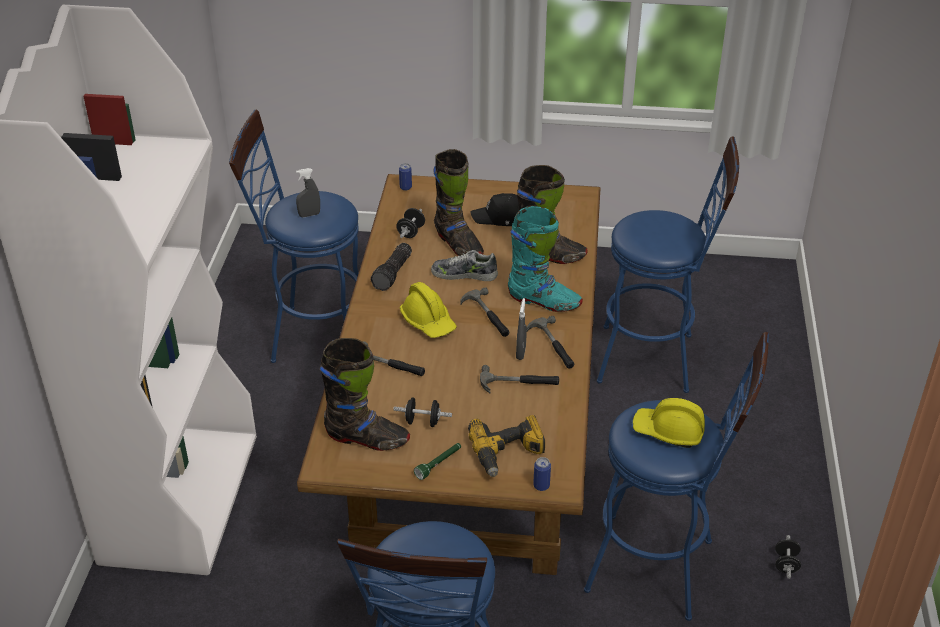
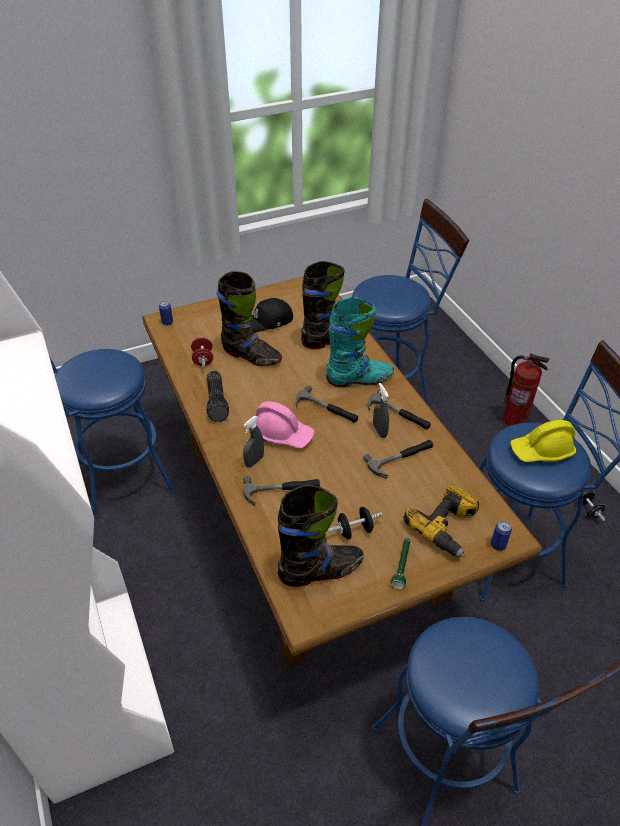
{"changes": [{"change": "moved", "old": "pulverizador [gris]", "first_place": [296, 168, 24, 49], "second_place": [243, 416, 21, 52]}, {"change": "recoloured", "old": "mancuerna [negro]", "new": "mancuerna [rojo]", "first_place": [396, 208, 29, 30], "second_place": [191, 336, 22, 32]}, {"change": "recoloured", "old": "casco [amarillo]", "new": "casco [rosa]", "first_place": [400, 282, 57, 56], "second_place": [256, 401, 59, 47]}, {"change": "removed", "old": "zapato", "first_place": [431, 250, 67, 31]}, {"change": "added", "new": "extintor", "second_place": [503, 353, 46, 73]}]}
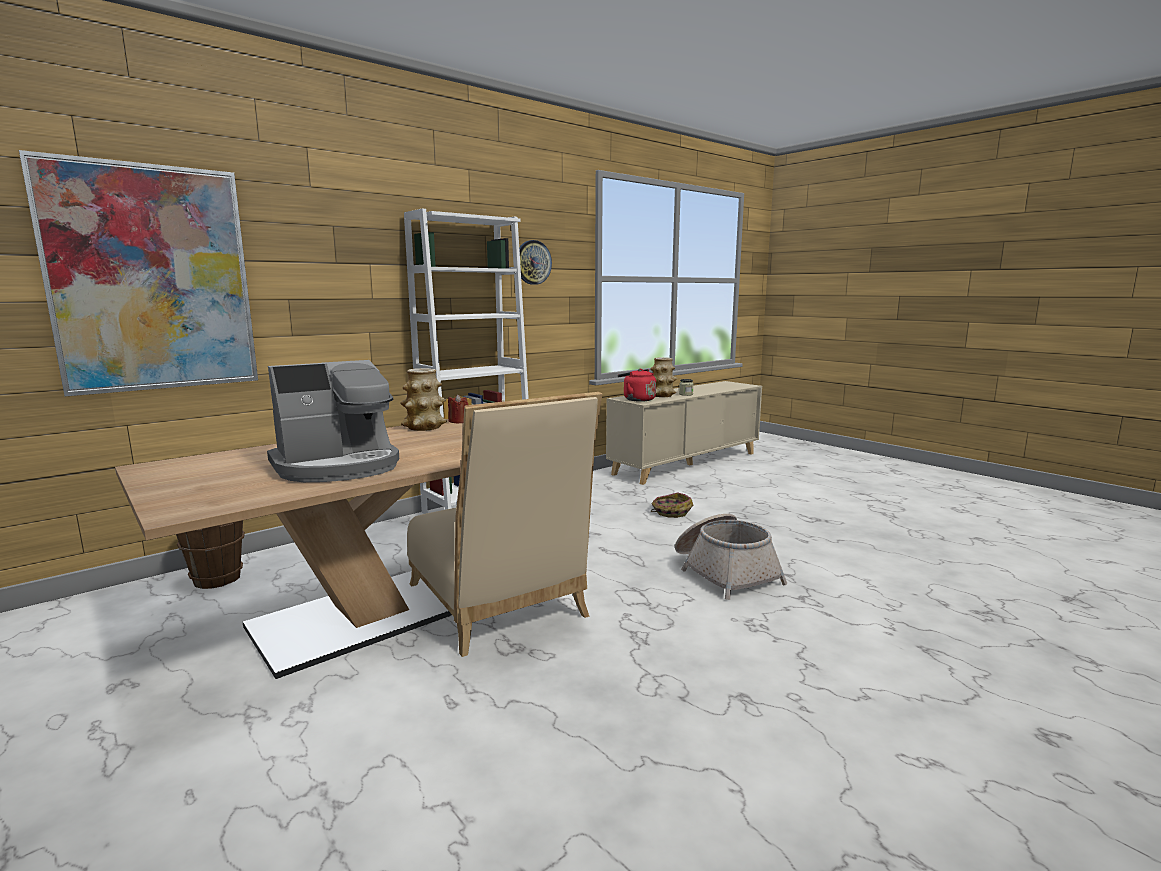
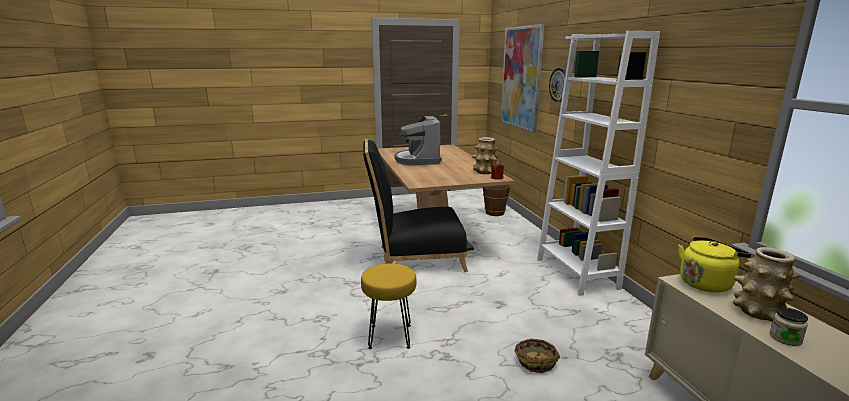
{"changes": [{"change": "recoloured", "old": "silla [beis]", "new": "silla [negro]", "first_place": [407, 392, 195, 265], "second_place": [363, 139, 105, 133]}, {"change": "moved", "old": "reloj de pared", "first_place": [519, 240, 33, 45], "second_place": [549, 68, 17, 34]}, {"change": "recoloured", "old": "hervidor [rojo]", "new": "hervidor [amarillo]", "first_place": [618, 369, 38, 33], "second_place": [678, 237, 73, 56]}, {"change": "replaced", "old": "cesta", "new": "taburete [amarillo]", "first_place": [675, 514, 112, 86], "second_place": [361, 263, 55, 86]}]}
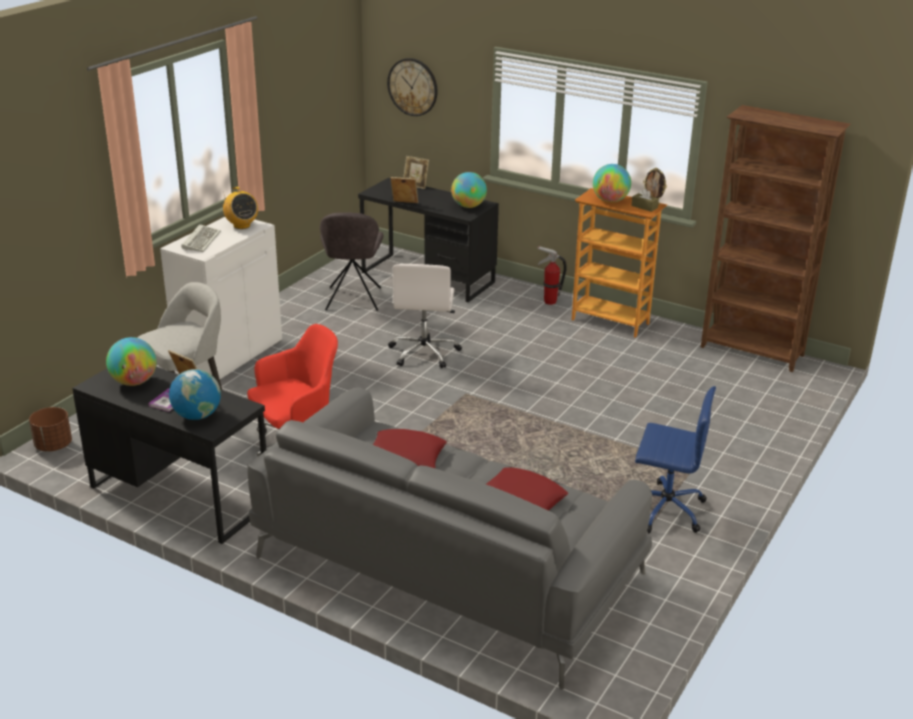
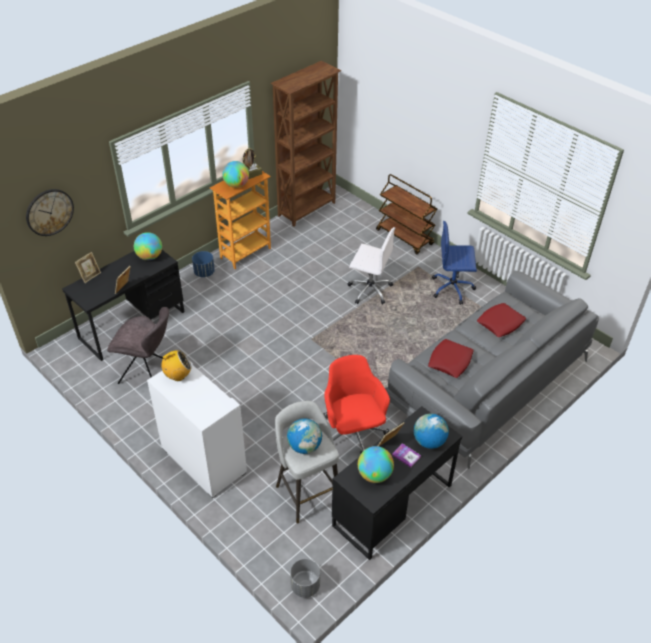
{"changes": [{"change": "recoloured", "old": "maceta [marrón]", "new": "maceta [gris]", "first_place": [29, 407, 43, 45], "second_place": [290, 559, 30, 39]}, {"change": "removed", "old": "teclado", "first_place": [181, 224, 40, 28]}, {"change": "moved", "old": "silla de oficina [blanco]", "first_place": [388, 264, 74, 104], "second_place": [348, 227, 47, 77]}, {"change": "replaced", "old": "extintor", "new": "maceta [azul]", "first_place": [538, 246, 29, 59], "second_place": [192, 251, 23, 26]}, {"change": "turned", "old": "silla de oficina [azul]", "first_place": [635, 386, 81, 147], "second_place": [432, 221, 45, 84], "degrees": -120}, {"change": "added", "new": "globo terráqueo", "second_place": [287, 418, 35, 36]}, {"change": "added", "new": "carrito [marrón]", "second_place": [376, 174, 61, 81]}]}
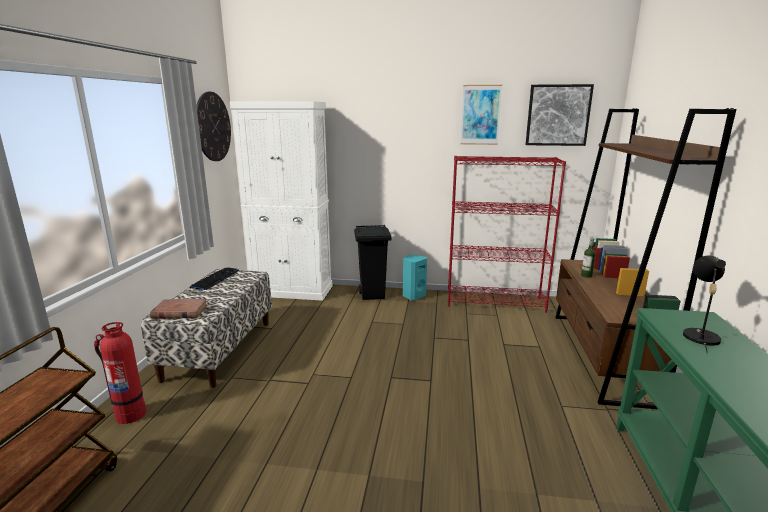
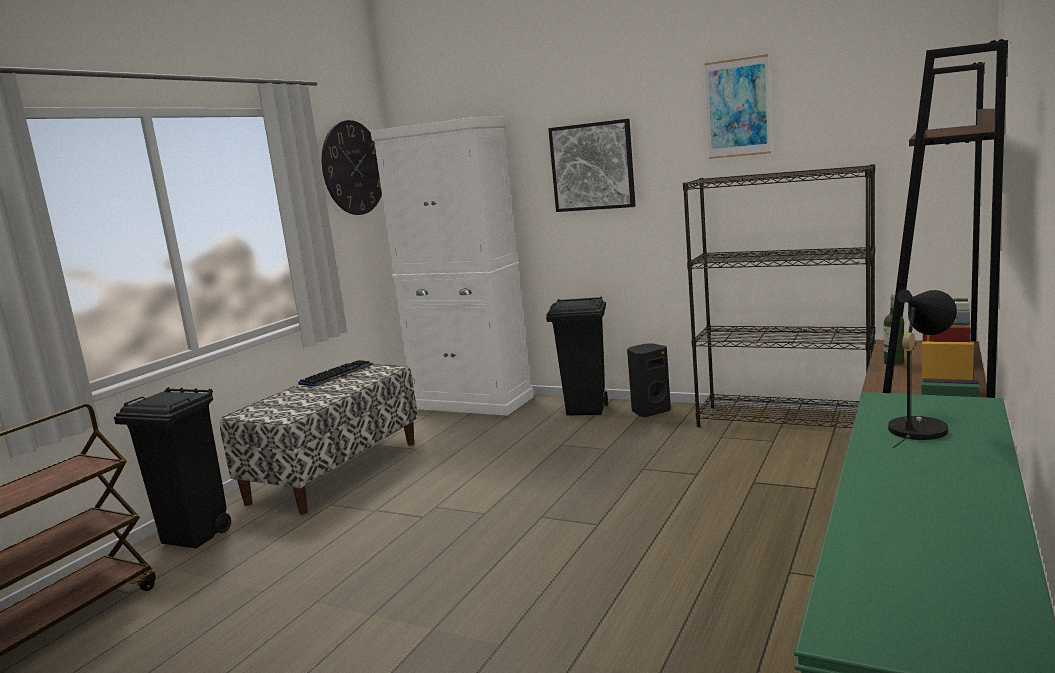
{"changes": [{"change": "replaced", "old": "extintor", "new": "papelera [negro]", "first_place": [94, 322, 52, 102], "second_place": [114, 387, 117, 162]}, {"change": "removed", "old": "libro [marrón]", "first_place": [150, 299, 58, 20]}, {"change": "recoloured", "old": "altavoz [turquesa]", "new": "altavoz [negro]", "first_place": [403, 255, 24, 45], "second_place": [627, 343, 44, 74]}, {"change": "recoloured", "old": "estantería [rojo]", "new": "estantería [negro]", "first_place": [448, 156, 118, 157], "second_place": [683, 164, 192, 264]}, {"change": "moved", "old": "cuadro", "first_place": [525, 84, 69, 62], "second_place": [548, 119, 88, 93]}]}
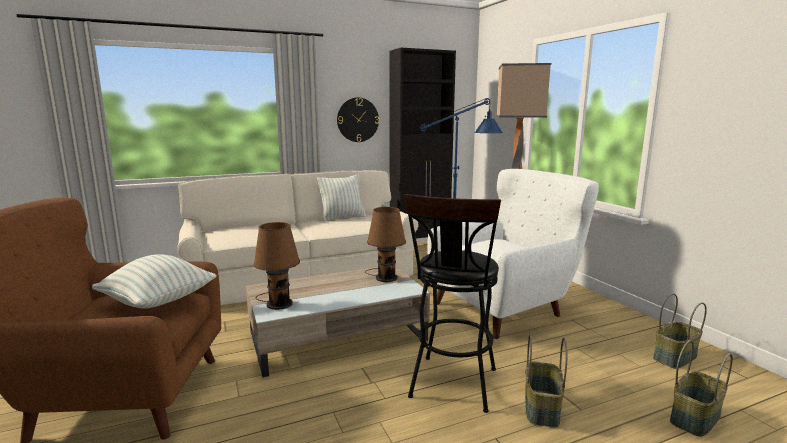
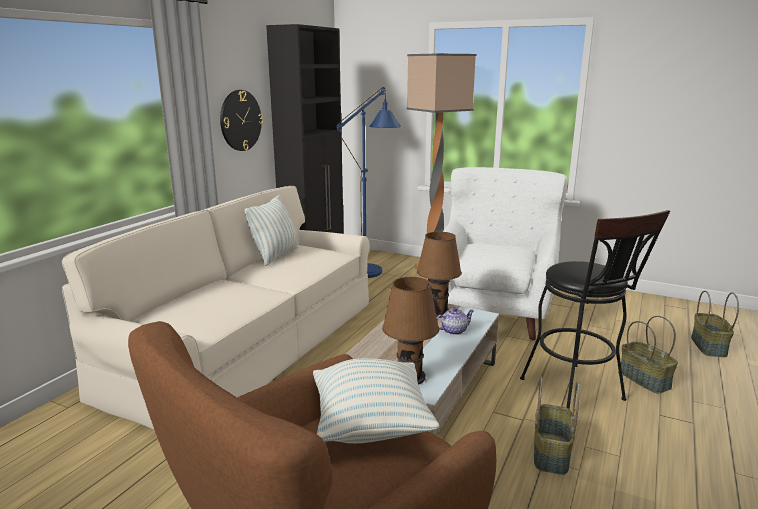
{"changes": [{"change": "moved", "old": "cesta", "first_place": [653, 293, 54, 76], "second_place": [534, 377, 46, 98]}, {"change": "added", "new": "tetera", "second_place": [437, 307, 38, 28]}]}
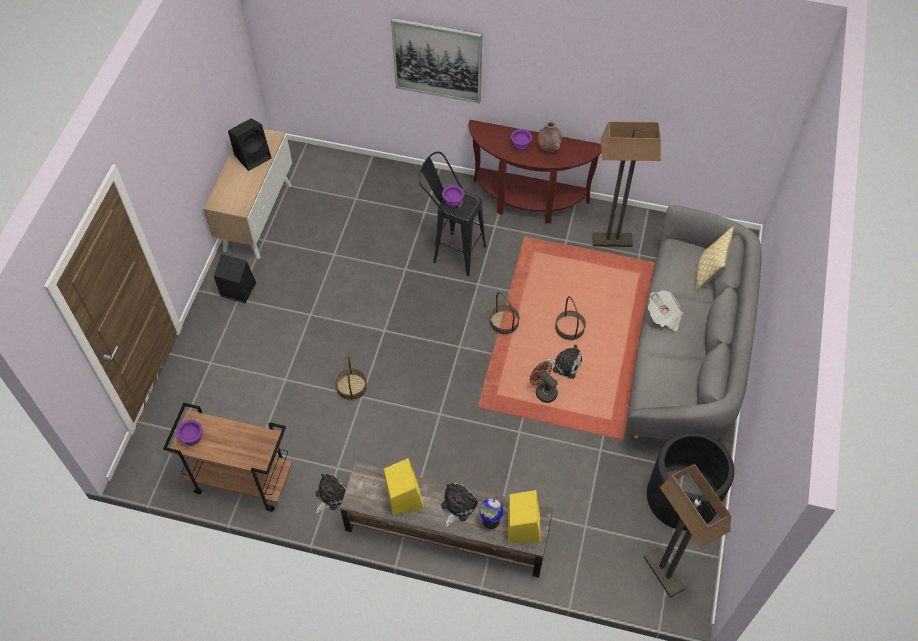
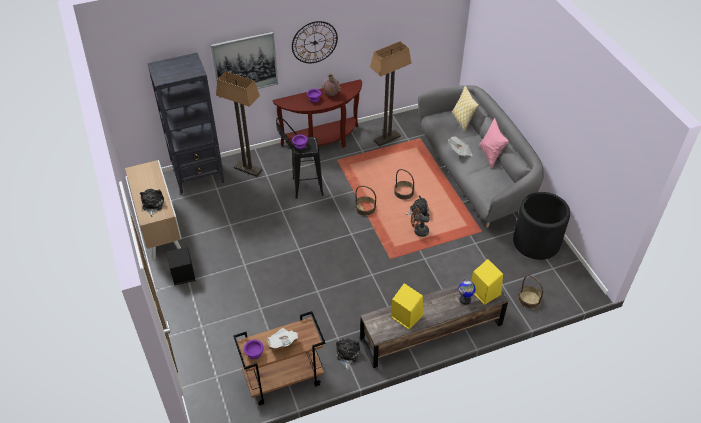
{"changes": [{"change": "removed", "old": "altavoz [negro]", "first_place": [228, 118, 43, 53]}, {"change": "moved", "old": "cesta", "first_place": [335, 355, 32, 46], "second_place": [518, 275, 25, 34]}, {"change": "moved", "old": "peluche", "first_place": [441, 483, 37, 44], "second_place": [140, 189, 24, 28]}, {"change": "moved", "old": "lámpara de pie", "first_place": [644, 464, 87, 134], "second_place": [216, 71, 46, 106]}, {"change": "added", "new": "estantería [negro]", "second_place": [147, 53, 77, 141]}, {"change": "added", "new": "periódico", "second_place": [267, 328, 31, 20]}, {"change": "added", "new": "reloj de pared", "second_place": [292, 21, 46, 42]}, {"change": "added", "new": "cojín [rosa]", "second_place": [479, 118, 30, 50]}]}
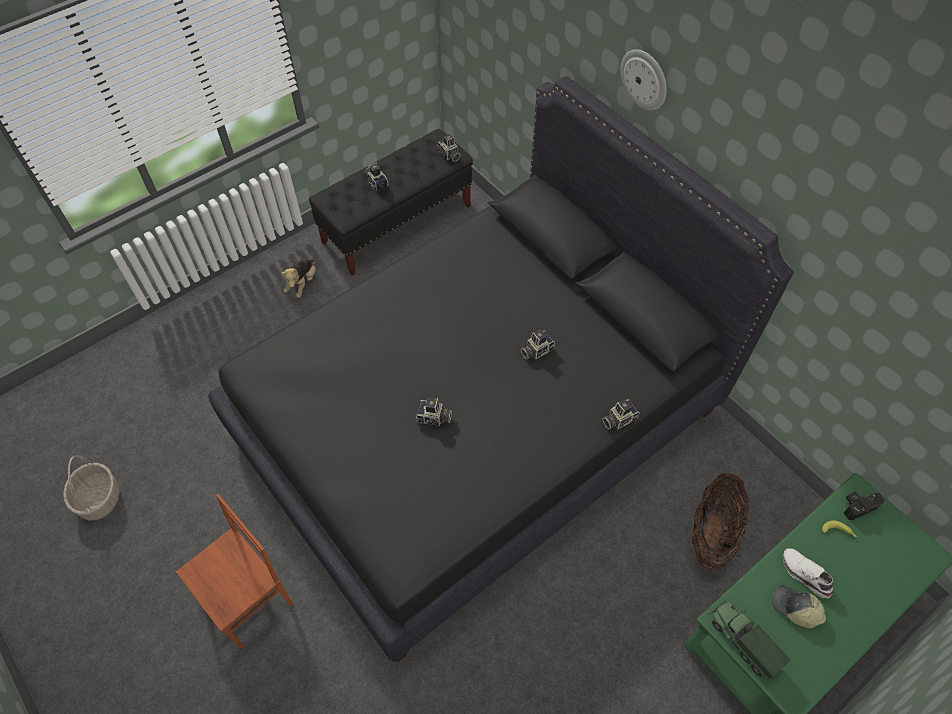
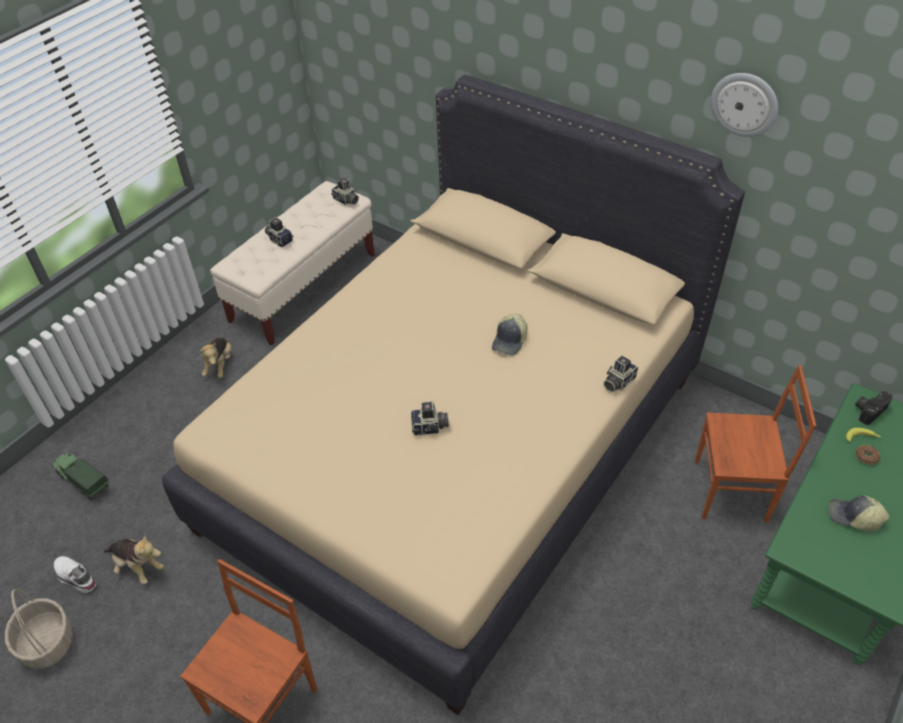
{"changes": [{"change": "recoloured", "old": "cama [negro]", "new": "cama [beis]", "first_place": [208, 76, 585, 587], "second_place": [162, 75, 583, 640]}, {"change": "recoloured", "old": "banco [negro]", "new": "banco [beis]", "first_place": [309, 129, 164, 147], "second_place": [210, 181, 165, 164]}, {"change": "replaced", "old": "cámara", "new": "gorra", "first_place": [521, 330, 34, 30], "second_place": [492, 314, 35, 41]}, {"change": "moved", "old": "reloj de pared", "first_place": [620, 49, 47, 61], "second_place": [711, 73, 67, 64]}, {"change": "replaced", "old": "cesta", "new": "silla [marrón]", "first_place": [692, 472, 57, 99], "second_place": [695, 365, 121, 158]}, {"change": "moved", "old": "camión de juguete", "first_place": [709, 600, 82, 80], "second_place": [52, 452, 57, 48]}, {"change": "moved", "old": "zapato [blanco]", "first_place": [783, 548, 51, 50], "second_place": [54, 556, 42, 37]}, {"change": "added", "new": "peluche", "second_place": [104, 534, 60, 50]}, {"change": "added", "new": "rosquilla", "second_place": [856, 445, 24, 20]}]}
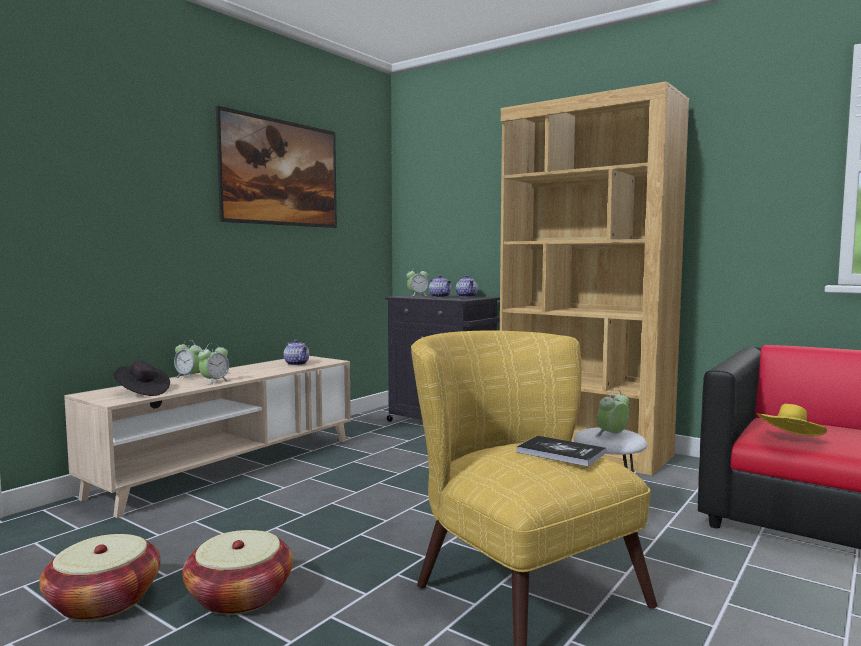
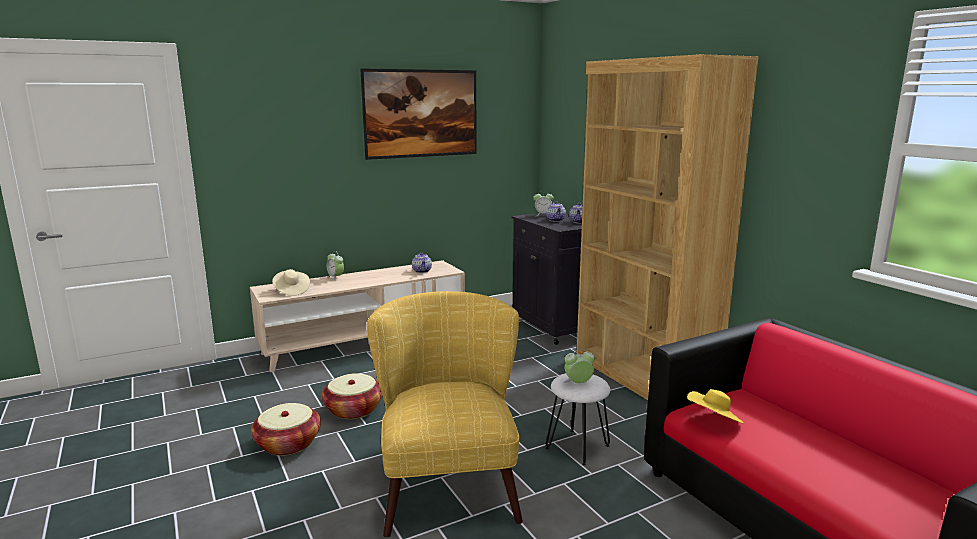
{"changes": [{"change": "moved", "old": "cesta", "first_place": [39, 534, 122, 87], "second_place": [322, 373, 60, 46]}, {"change": "recoloured", "old": "sombrero [negro]", "new": "sombrero [beis]", "first_place": [114, 361, 56, 35], "second_place": [272, 269, 38, 27]}, {"change": "removed", "old": "despertador", "first_place": [198, 343, 32, 42]}, {"change": "removed", "old": "libro", "first_place": [516, 436, 90, 31]}]}
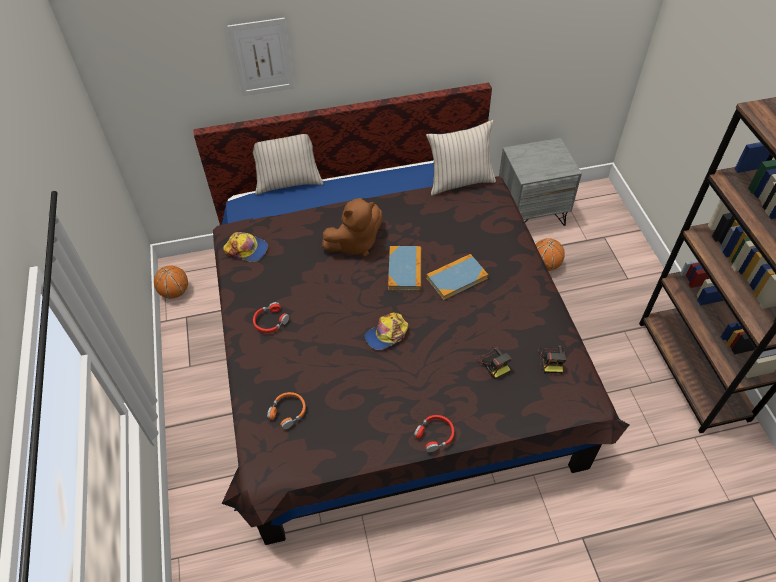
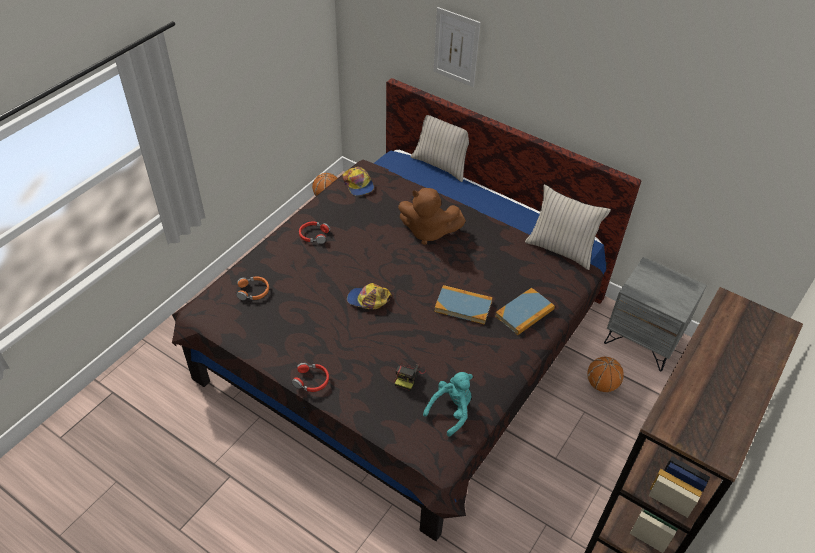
{"changes": [{"change": "moved", "old": "libro", "first_place": [388, 246, 33, 45], "second_place": [495, 288, 60, 47]}, {"change": "replaced", "old": "cámara", "new": "peluche [turquesa]", "first_place": [538, 346, 28, 28], "second_place": [423, 372, 50, 65]}]}
